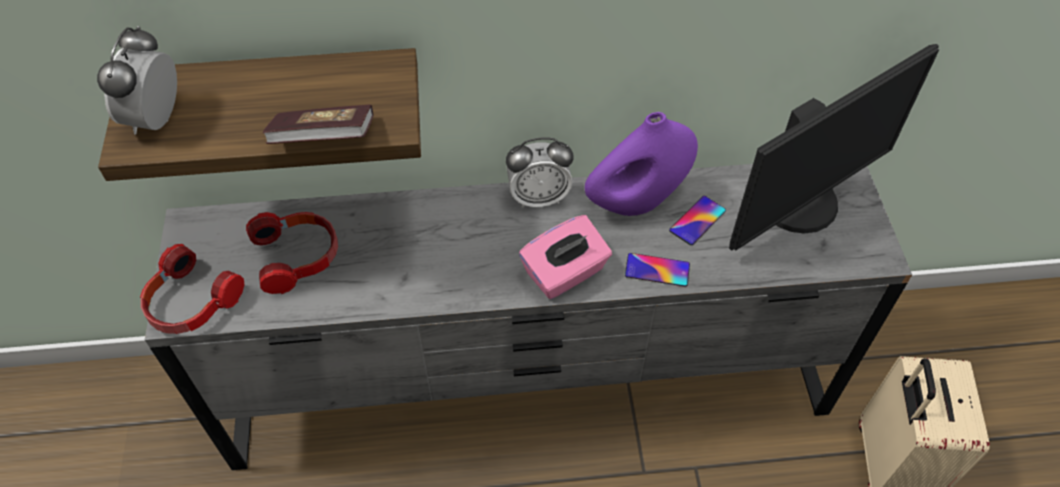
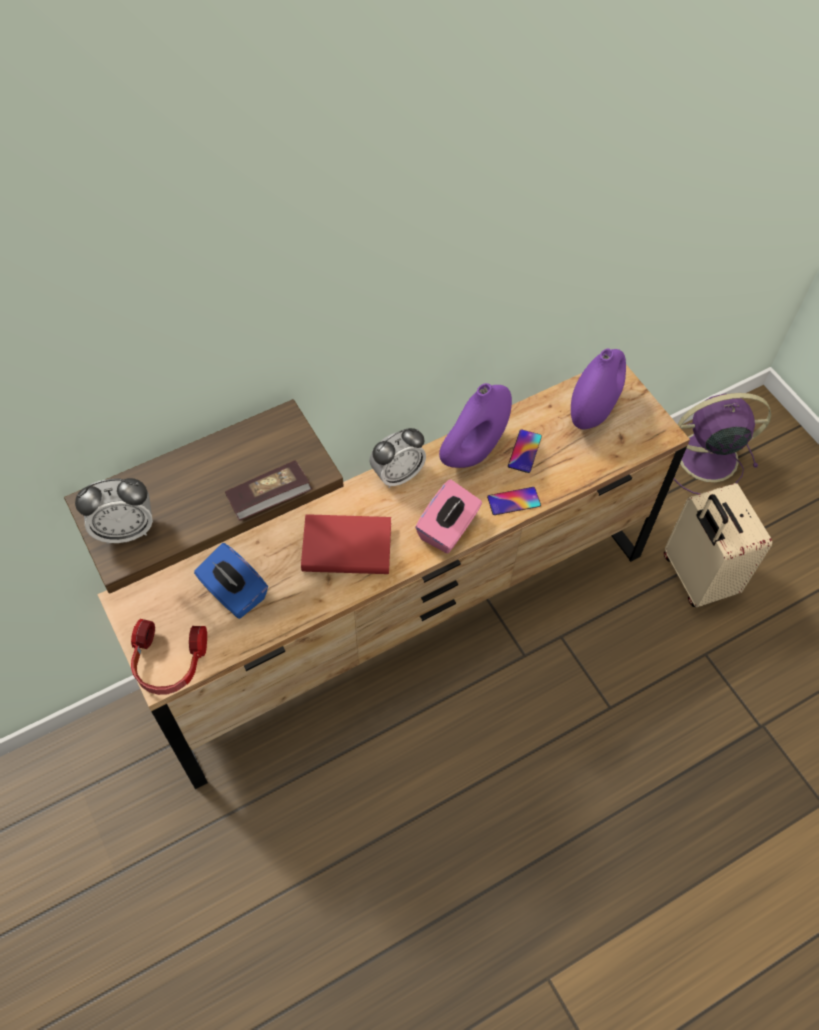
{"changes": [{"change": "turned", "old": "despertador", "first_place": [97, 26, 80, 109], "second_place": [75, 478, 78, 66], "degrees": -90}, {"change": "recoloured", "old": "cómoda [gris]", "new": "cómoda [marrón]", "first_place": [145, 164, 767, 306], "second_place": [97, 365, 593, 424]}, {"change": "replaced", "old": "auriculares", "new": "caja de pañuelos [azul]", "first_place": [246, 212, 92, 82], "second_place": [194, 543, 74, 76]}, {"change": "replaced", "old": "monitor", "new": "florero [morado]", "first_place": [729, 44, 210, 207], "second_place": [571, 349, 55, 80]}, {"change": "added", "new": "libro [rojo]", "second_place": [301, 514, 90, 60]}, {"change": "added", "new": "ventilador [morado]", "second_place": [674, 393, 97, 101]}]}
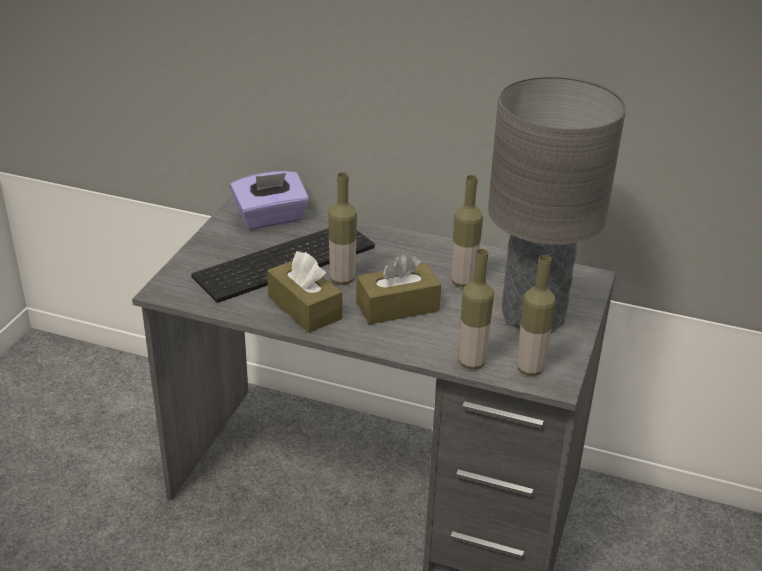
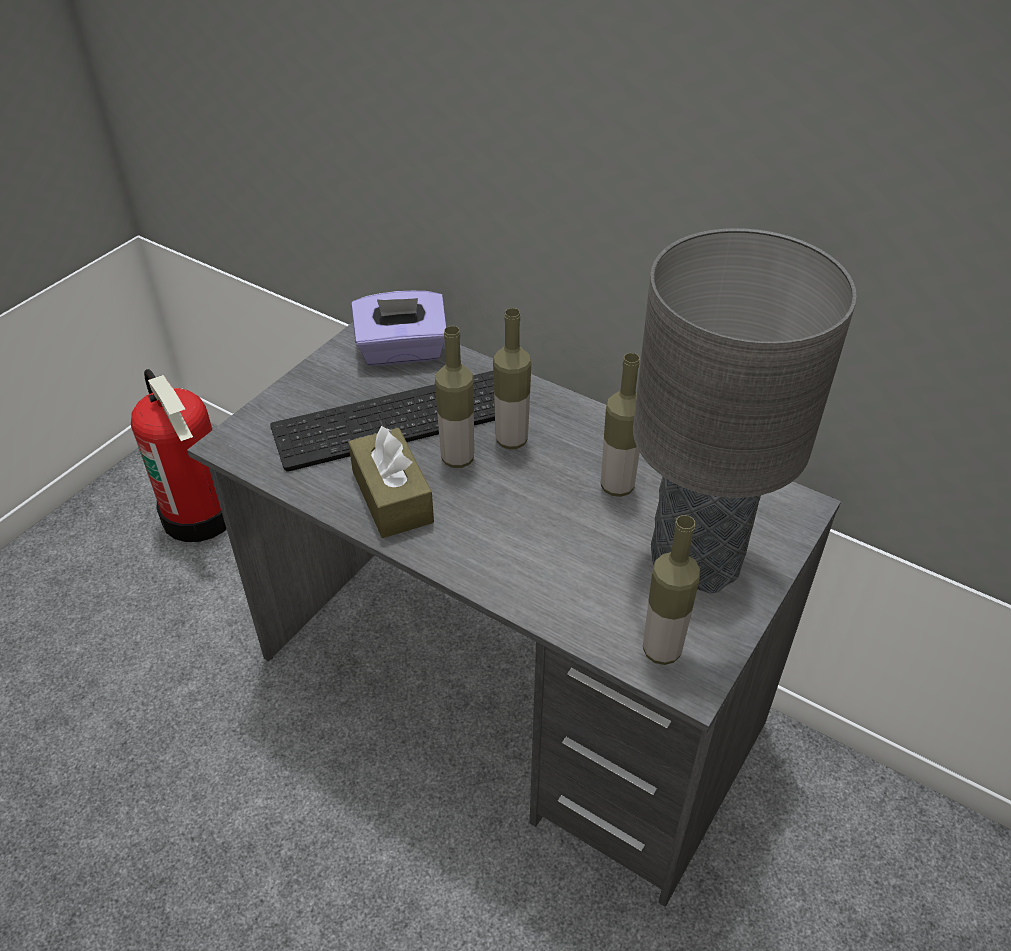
{"changes": [{"change": "removed", "old": "caja de pañuelos [marrón]", "first_place": [356, 254, 85, 71]}, {"change": "moved", "old": "botella", "first_place": [458, 249, 36, 121], "second_place": [493, 308, 38, 141]}, {"change": "added", "new": "extintor", "second_place": [131, 369, 95, 173]}]}
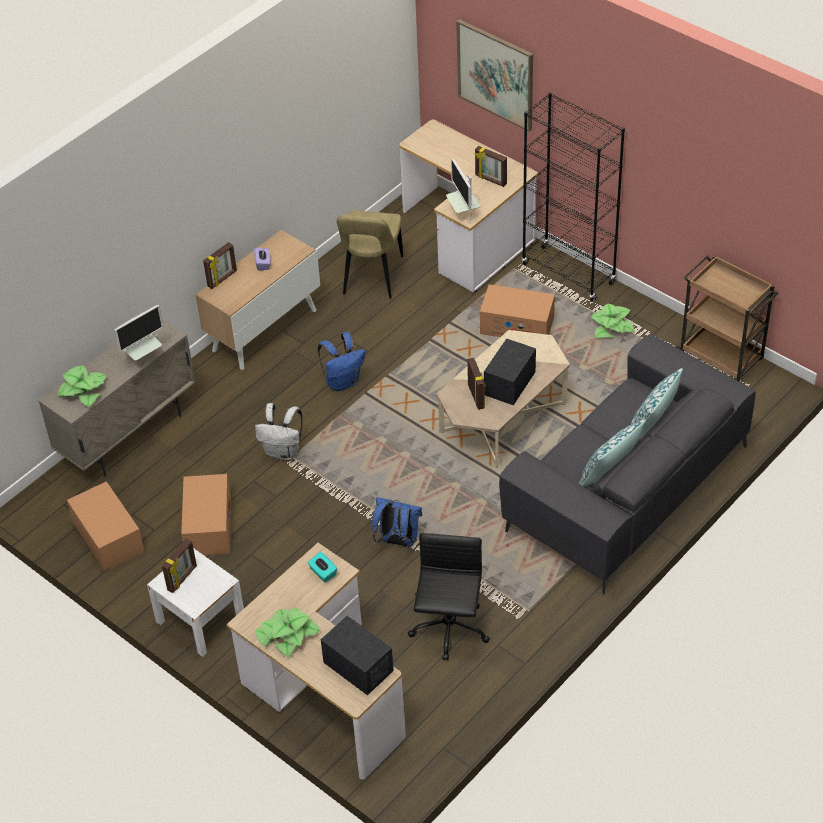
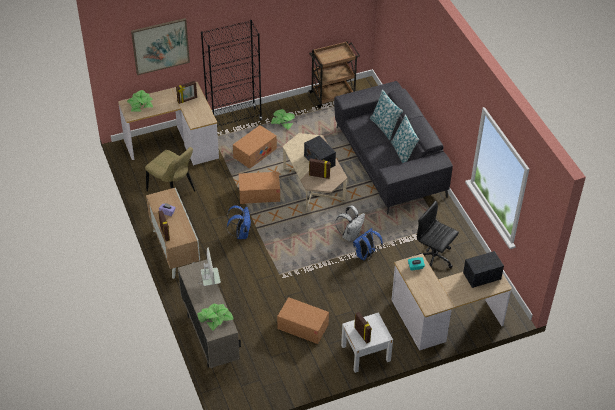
{"changes": [{"change": "moved", "old": "caja de cartón", "first_place": [67, 481, 77, 89], "second_place": [239, 172, 41, 32]}, {"change": "moved", "old": "mochila [blanco]", "first_place": [255, 403, 47, 57], "second_place": [335, 205, 30, 37]}, {"change": "moved", "old": "planta en maceta", "first_place": [255, 608, 65, 50], "second_place": [127, 90, 26, 22]}, {"change": "removed", "old": "monitor", "first_place": [446, 158, 34, 63]}]}
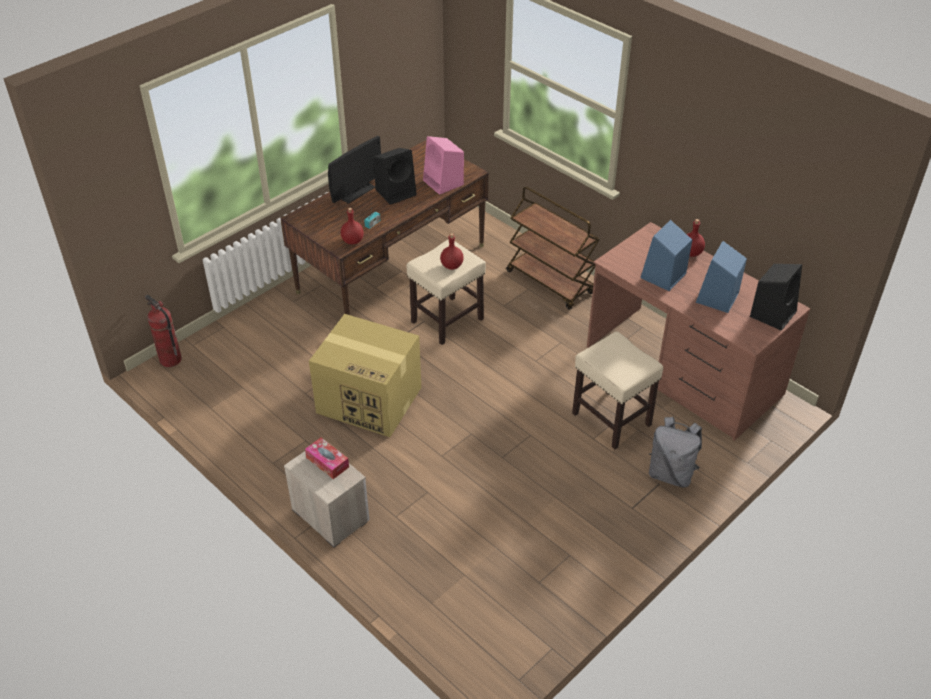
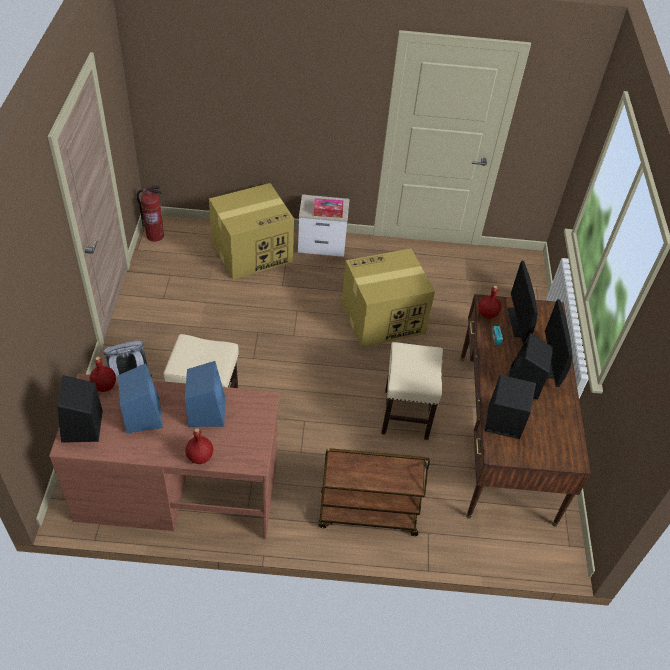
{"changes": [{"change": "moved", "old": "extintor", "first_place": [145, 295, 37, 72], "second_place": [137, 185, 27, 57]}, {"change": "recoloured", "old": "altavoz [rosa]", "new": "altavoz [negro]", "first_place": [423, 136, 41, 59], "second_place": [485, 375, 51, 64]}, {"change": "moved", "old": "botella [rojo]", "first_place": [440, 233, 24, 37], "second_place": [90, 356, 26, 36]}, {"change": "added", "new": "caja de cartón", "second_place": [209, 183, 85, 97]}, {"change": "added", "new": "monitor", "second_place": [508, 261, 30, 83]}]}
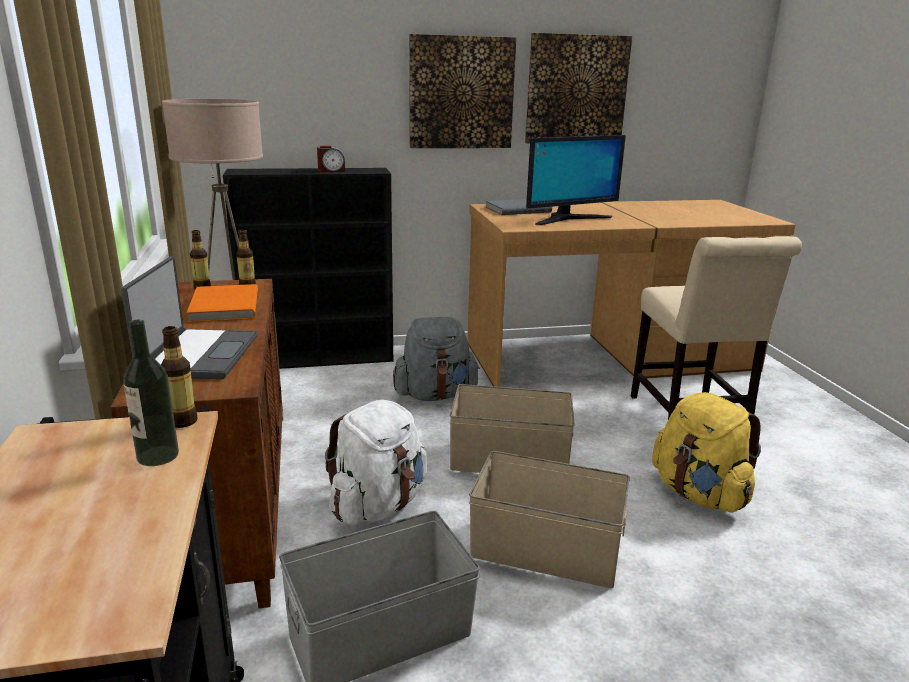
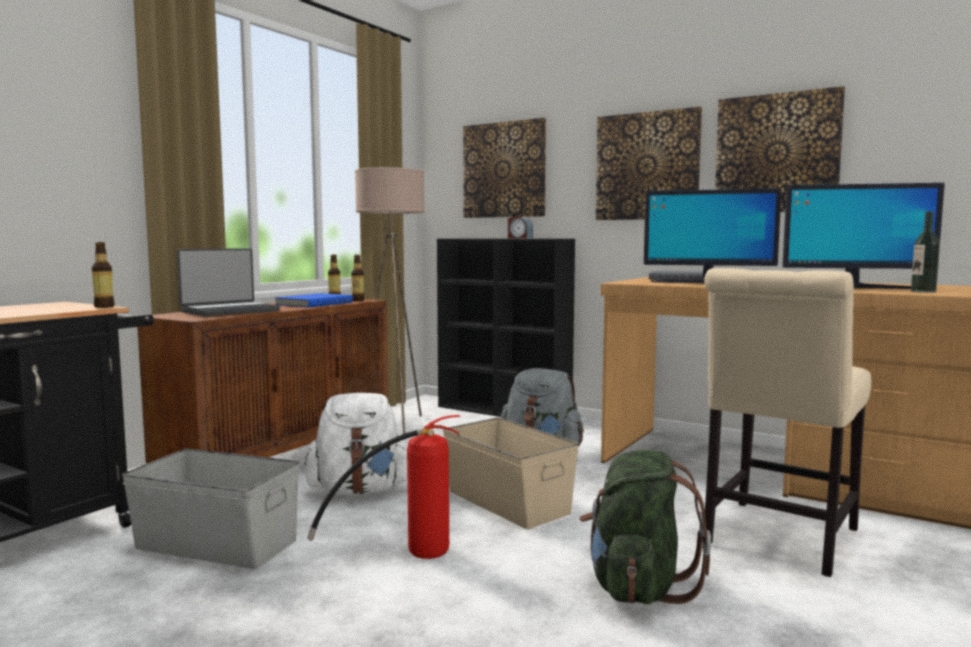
{"changes": [{"change": "moved", "old": "botella", "first_place": [123, 319, 56, 147], "second_place": [911, 212, 29, 81]}, {"change": "recoloured", "old": "libro [naranja]", "new": "libro [azul]", "first_place": [187, 284, 71, 38], "second_place": [275, 293, 78, 14]}, {"change": "replaced", "old": "caja de almacenaje [beis]", "new": "extintor", "first_place": [469, 451, 161, 137], "second_place": [307, 415, 153, 144]}, {"change": "recoloured", "old": "mochila [amarillo]", "new": "mochila [verde]", "first_place": [652, 392, 109, 121], "second_place": [579, 450, 132, 154]}, {"change": "added", "new": "cuadro", "second_place": [463, 118, 83, 100]}, {"change": "added", "new": "monitor", "second_place": [782, 183, 163, 106]}]}
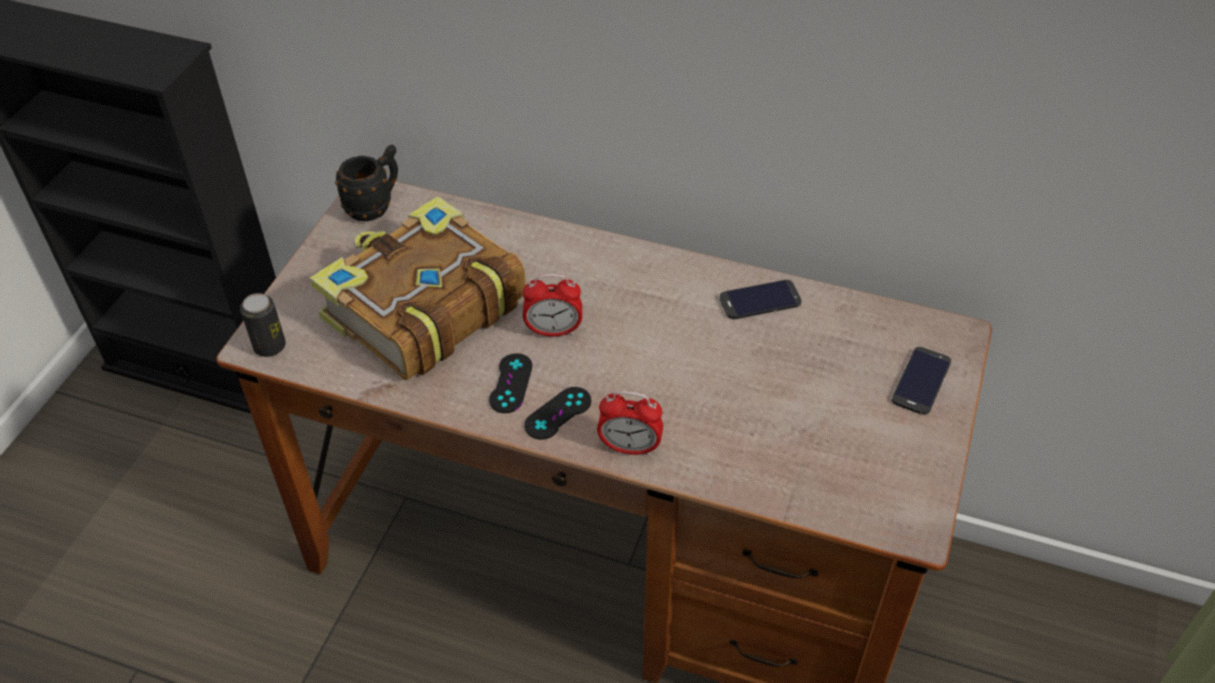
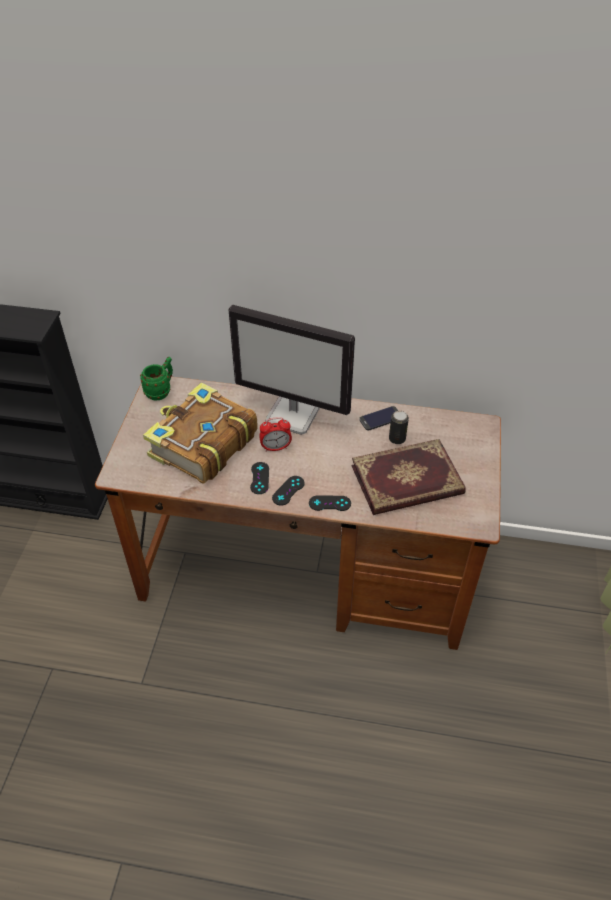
{"changes": [{"change": "moved", "old": "lata", "first_place": [240, 293, 46, 64], "second_place": [389, 411, 20, 33]}, {"change": "recoloured", "old": "taza grande [negro]", "new": "taza grande [verde]", "first_place": [335, 145, 63, 76], "second_place": [140, 357, 33, 43]}, {"change": "replaced", "old": "despertador", "new": "mando de consola [negro]", "first_place": [597, 391, 66, 65], "second_place": [309, 495, 42, 16]}, {"change": "removed", "old": "móvil", "first_place": [892, 347, 59, 68]}, {"change": "added", "new": "monitor", "second_place": [228, 305, 127, 130]}, {"change": "added", "new": "libro", "second_place": [351, 439, 114, 76]}]}
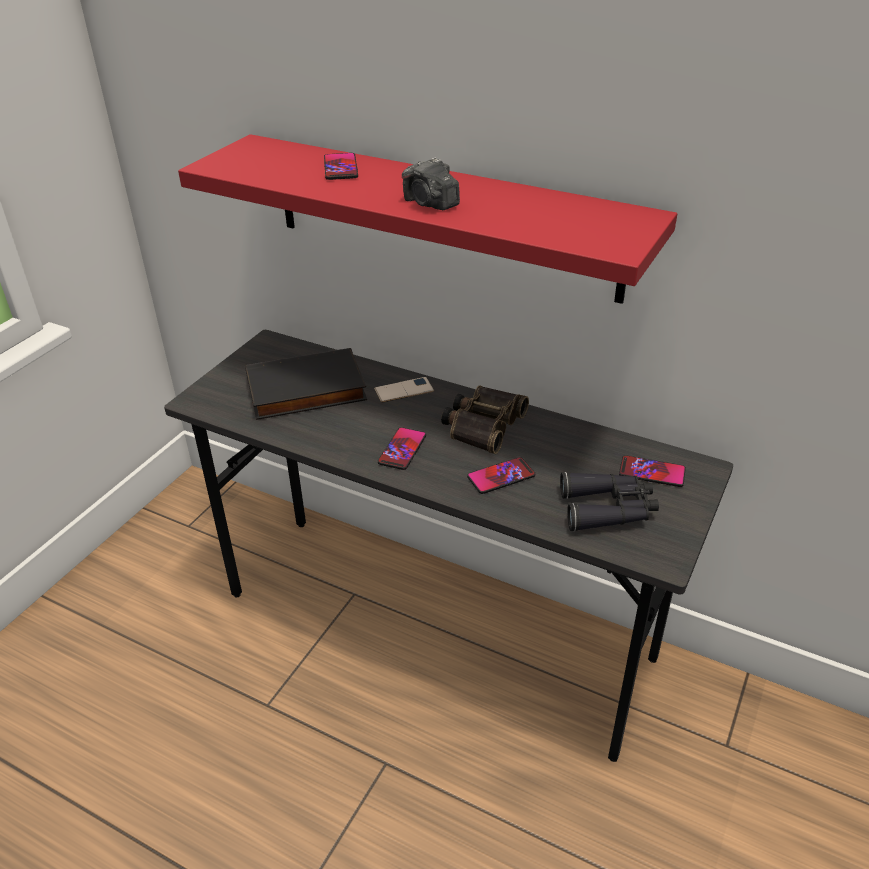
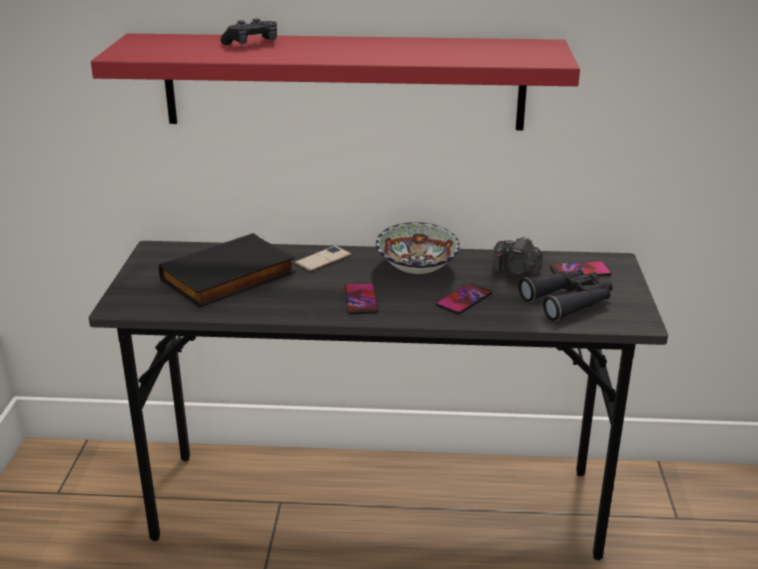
{"changes": [{"change": "replaced", "old": "móvil", "new": "mando de consola [negro]", "first_place": [324, 153, 34, 27], "second_place": [220, 18, 57, 27]}, {"change": "moved", "old": "cámara", "first_place": [402, 157, 58, 53], "second_place": [492, 236, 51, 40]}, {"change": "replaced", "old": "prismáticos", "new": "cuenco", "first_place": [441, 385, 88, 69], "second_place": [376, 222, 84, 52]}]}
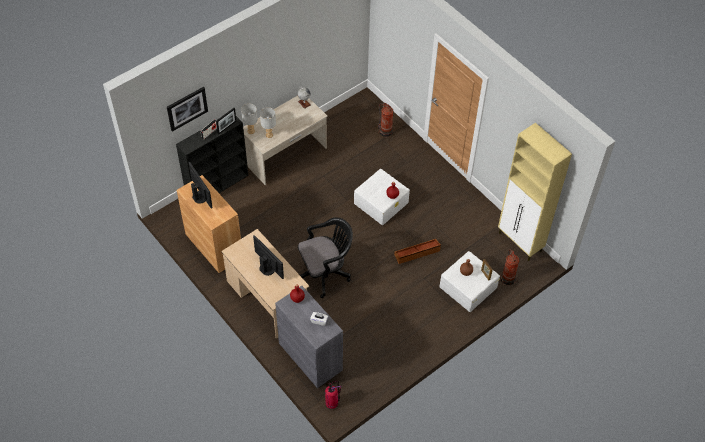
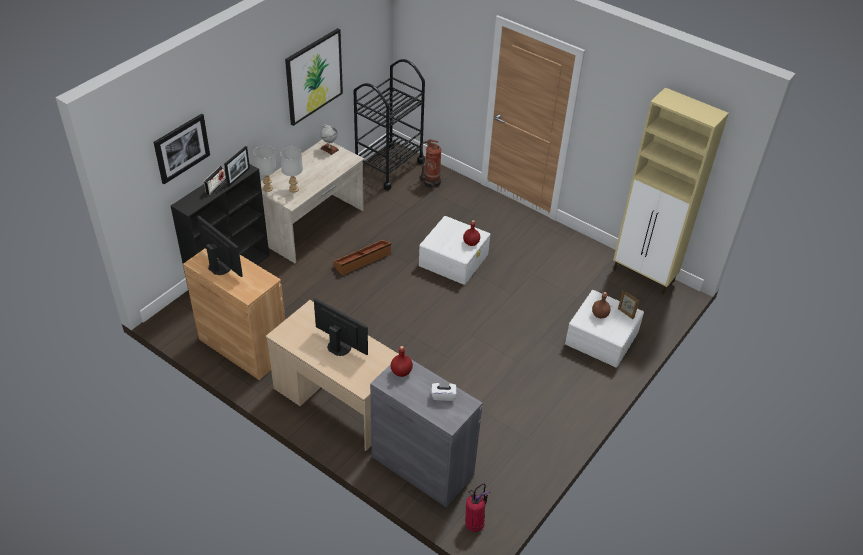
{"changes": [{"change": "removed", "old": "silla de oficina [negro]", "first_place": [298, 217, 55, 81]}, {"change": "moved", "old": "caja de almacenaje [marrón]", "first_place": [394, 239, 47, 25], "second_place": [334, 240, 57, 35]}, {"change": "removed", "old": "extintor", "first_place": [500, 249, 19, 36]}, {"change": "added", "new": "cuadro", "second_place": [285, 28, 58, 98]}, {"change": "added", "new": "carrito [negro]", "second_place": [354, 59, 71, 131]}]}
